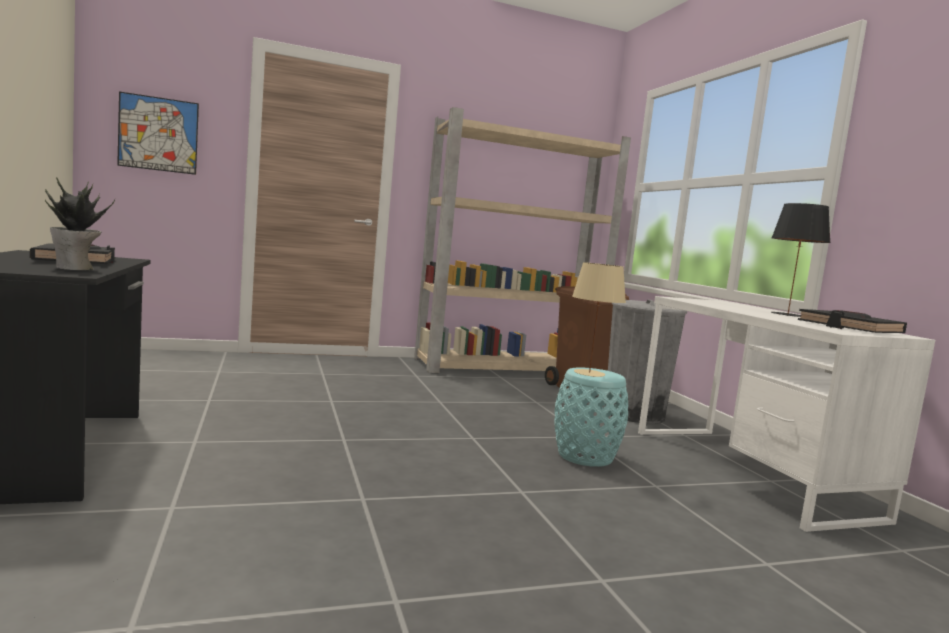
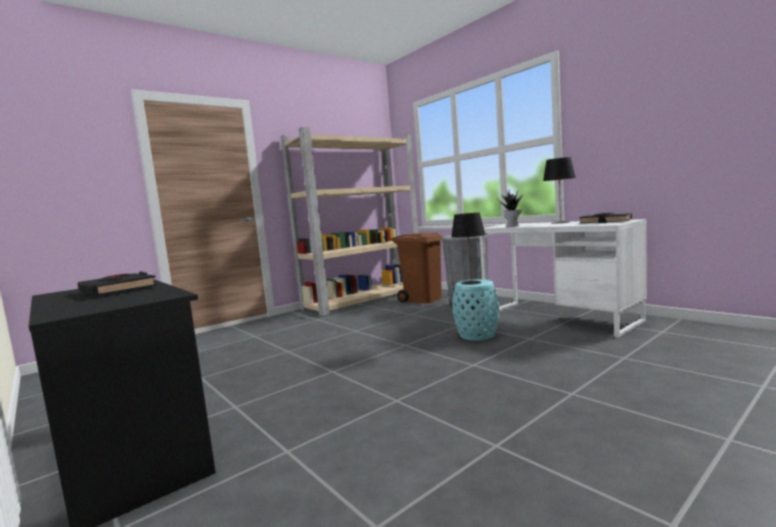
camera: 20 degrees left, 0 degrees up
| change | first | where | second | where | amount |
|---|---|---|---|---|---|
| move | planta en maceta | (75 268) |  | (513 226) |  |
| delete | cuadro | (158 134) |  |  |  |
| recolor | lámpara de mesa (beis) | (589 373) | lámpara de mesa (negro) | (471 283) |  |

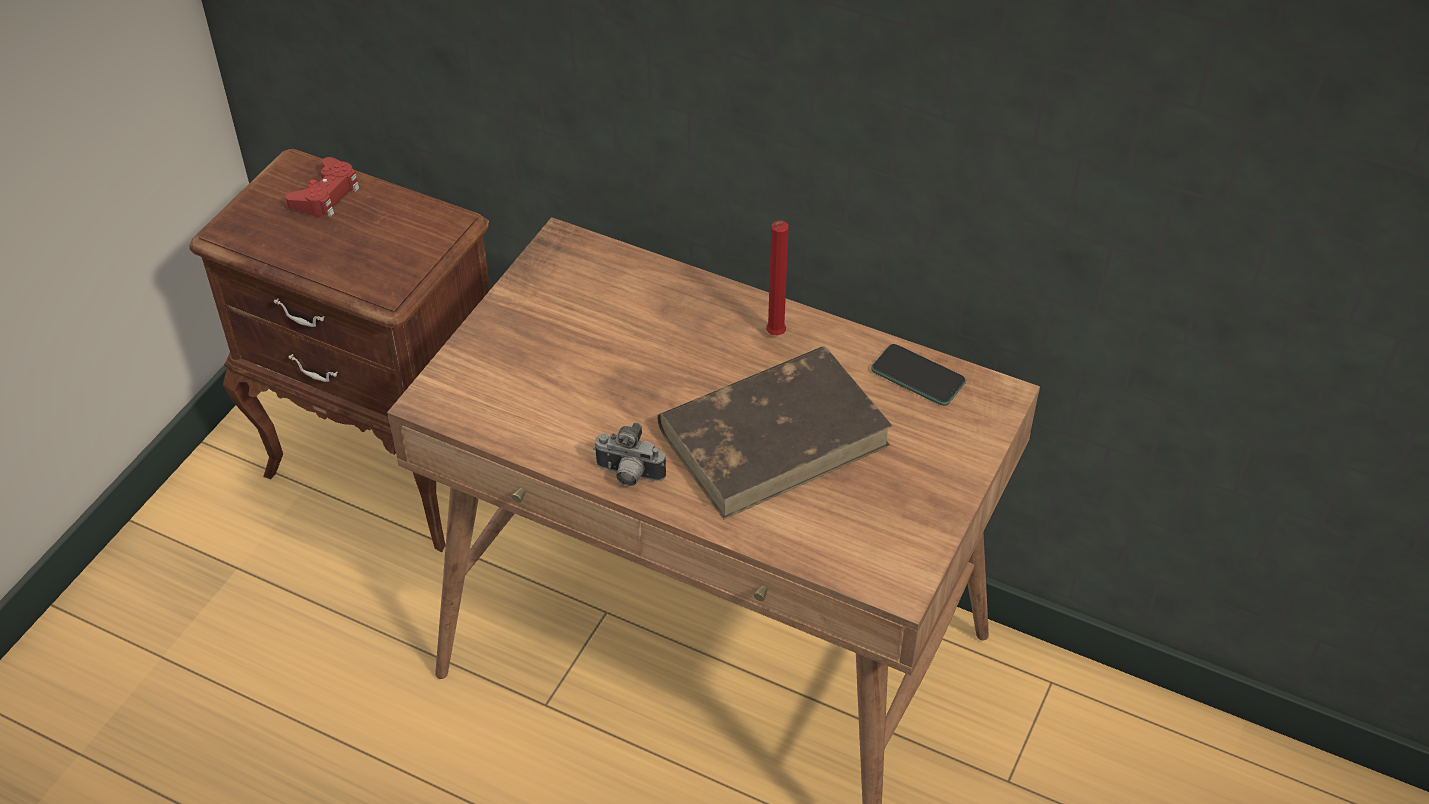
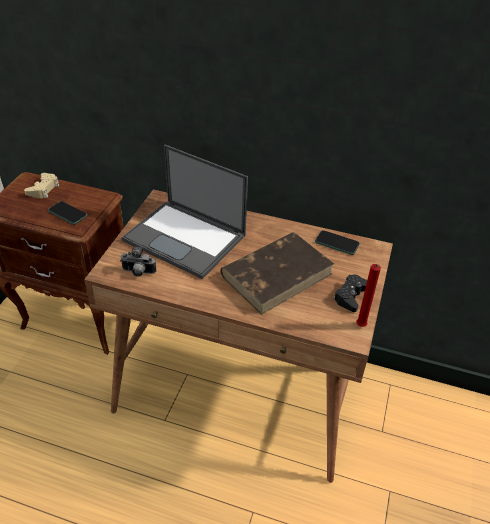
camera: 10 degrees left, 5 degrees down
| change | first | where | second | where | amount |
|---|---|---|---|---|---|
| recolor | mando de consola (rojo) | (326 195) | mando de consola (beis) | (43 189) |  |
| move | cámara | (628 475) |  | (138 272) |  |
| move | vela (rojo) | (774 336) |  | (361 327) |  |
| insert |  |  | móvil | (67 213) |  |
| insert |  |  | portátil | (186 238) |  |
| insert |  |  | mando de consola (negro) | (351 296) |  |

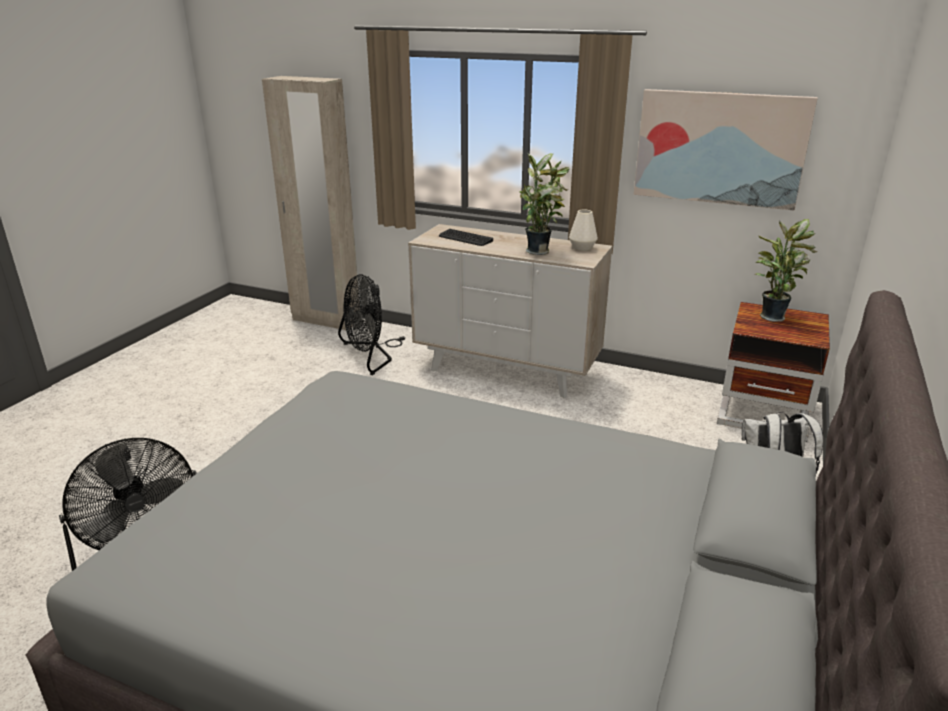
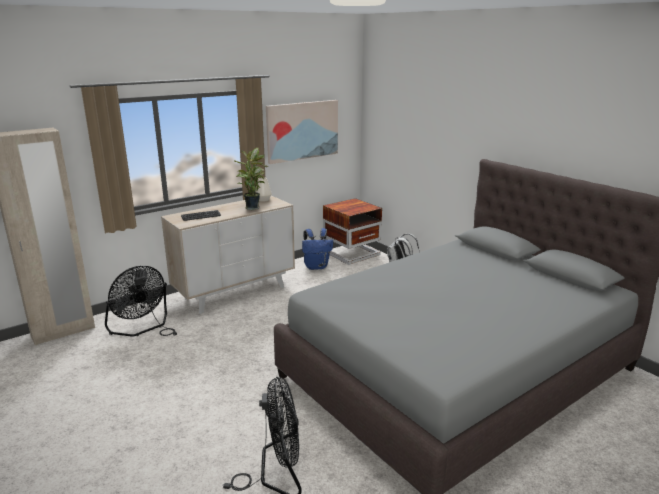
camera: 60 degrees left, 5 degrees down
| change | first | where | second | where | amount |
|---|---|---|---|---|---|
| rotate | ventilador (negro) | (372 354) |  | (147 327) | 135 degrees clockwise |
| delete | planta en maceta | (772 316) |  |  |  |
| insert |  |  | mochila (azul) | (316 266) |  |

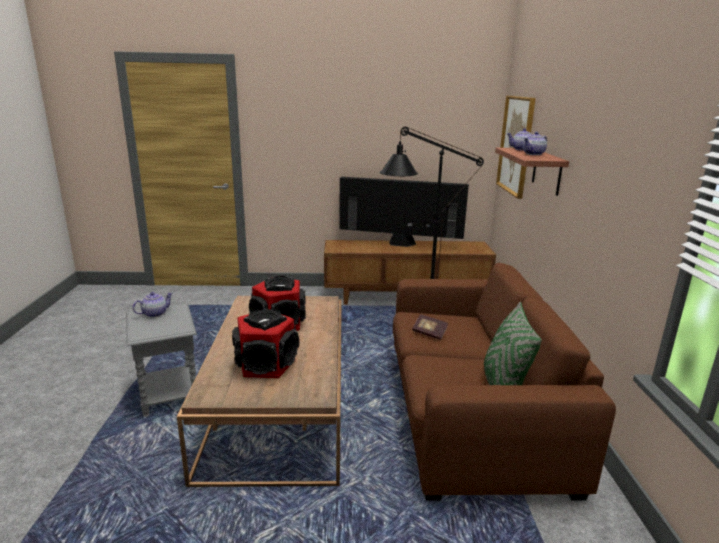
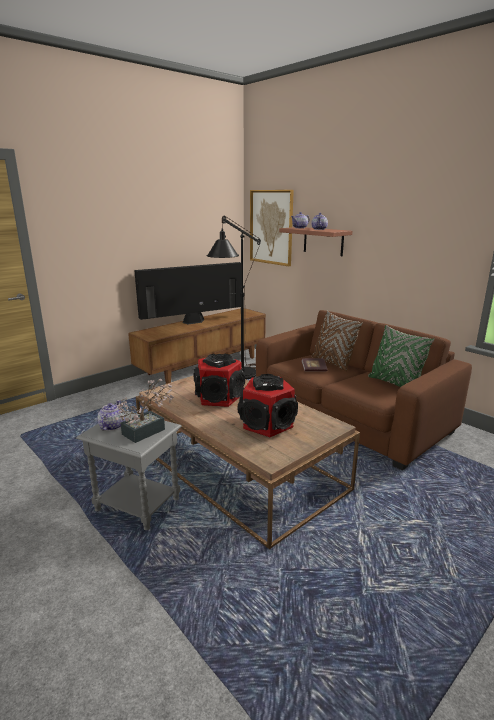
camera: 40 degrees left, 0 degrees up
| change | first | where | second | where | amount |
|---|---|---|---|---|---|
| insert |  |  | planta en maceta | (148 430) |  |
| insert |  |  | cojín (marrón) | (333 363) |  |

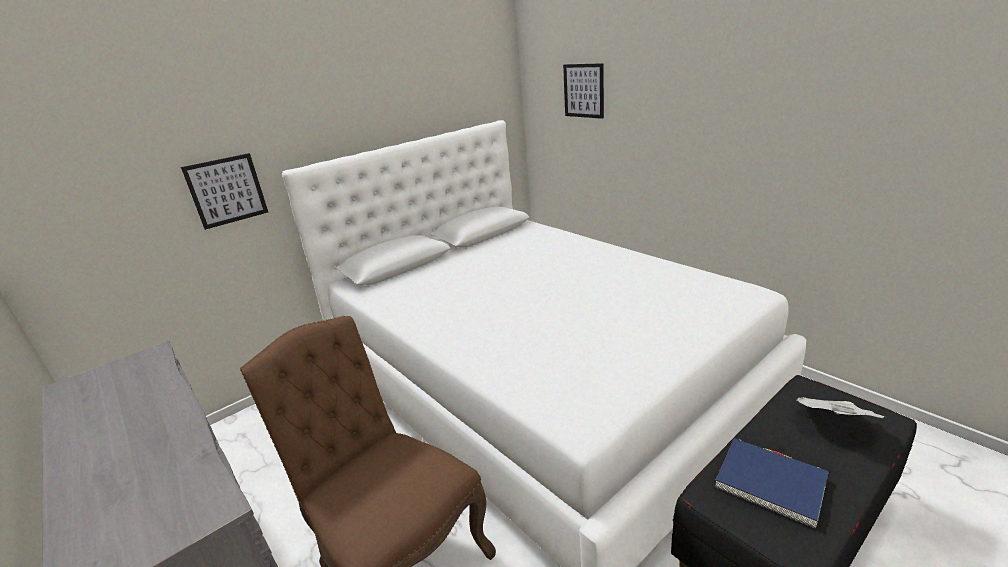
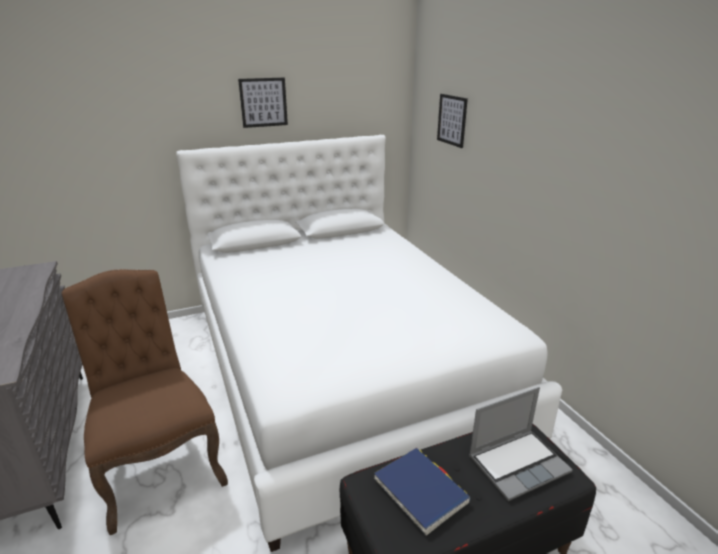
camera: 15 degrees right, 0 degrees up
| change | first | where | second | where | amount |
|---|---|---|---|---|---|
| move | cuadro | (226 190) |  | (263 102) |  |
| replace | periódico | (834 422) | portátil | (518 463) |  |

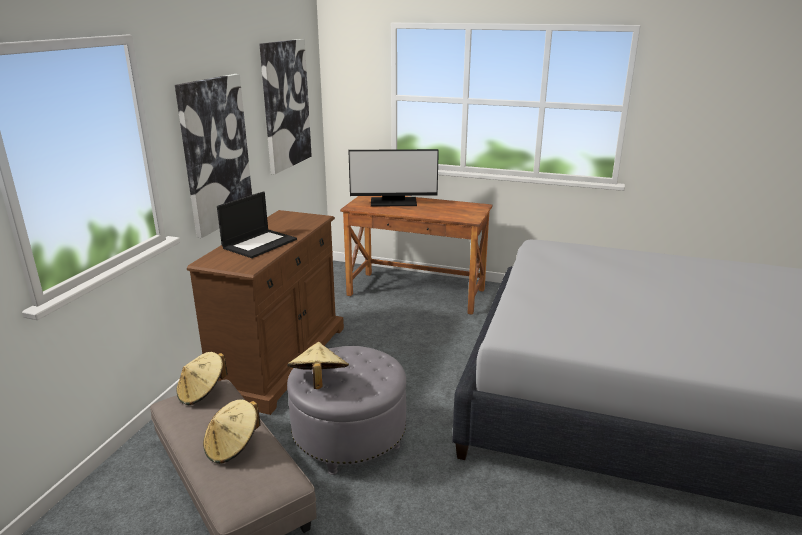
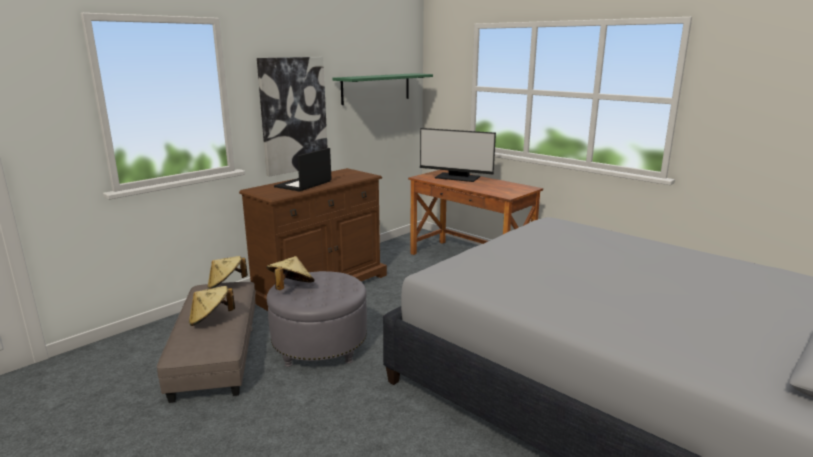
camera: 25 degrees right, 5 degrees down
| change | first | where | second | where | amount |
|---|---|---|---|---|---|
| rotate | portátil | (260 243) |  | (303 184) | 150 degrees clockwise |
| replace | cuadro | (285 105) | estante (verde) | (376 88) |  |

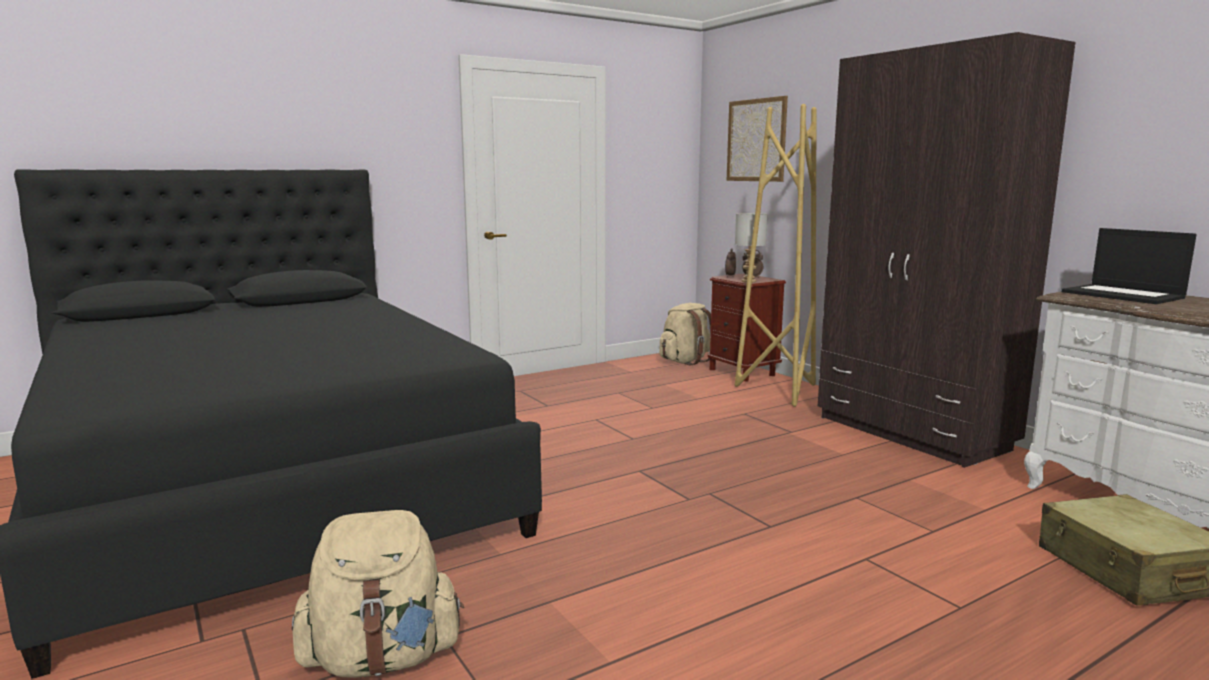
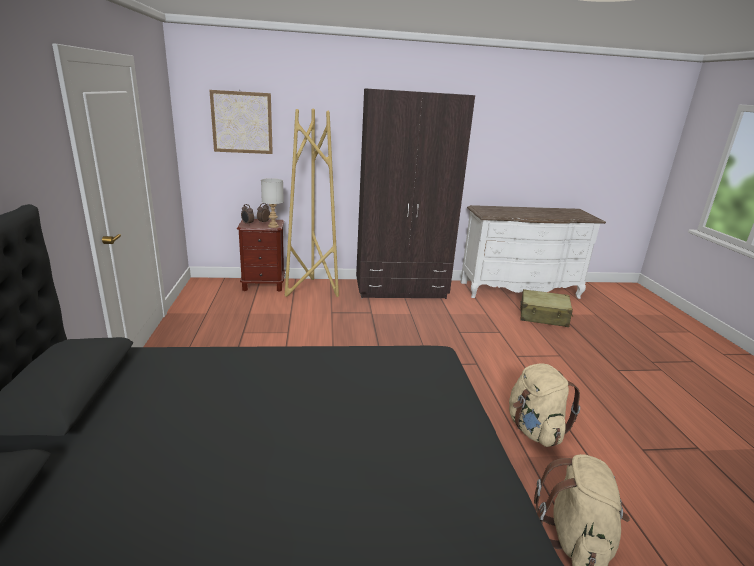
camera: 65 degrees left, 10 degrees up
| change | first | where | second | where | amount |
|---|---|---|---|---|---|
| move | mochila (beis) | (686 361) |  | (534 430) |  |
| delete | portátil | (1124 295) |  |  |  |

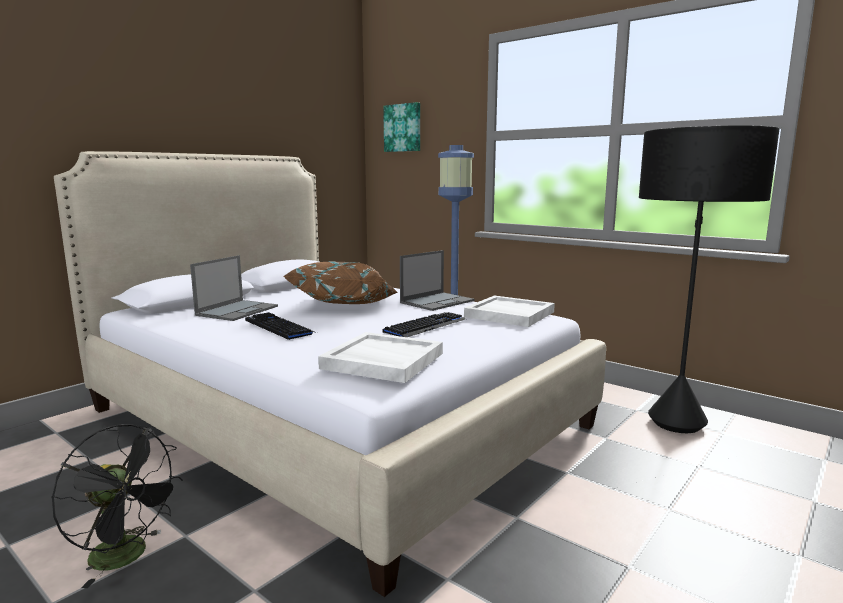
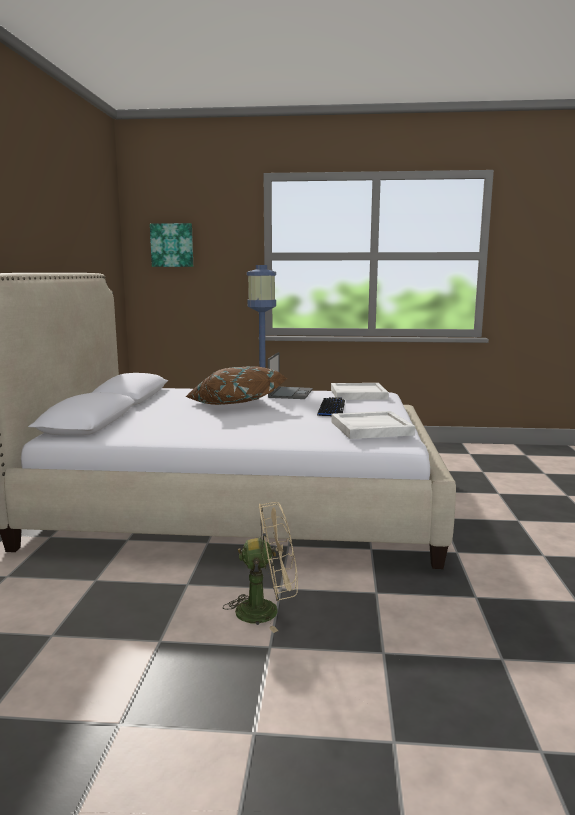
camera: 35 degrees left, 0 degrees up
| change | first | where | second | where | amount |
|---|---|---|---|---|---|
| recolor | ventilador (negro) | (127 557) | ventilador (beis) | (267 610) |  |
| delete | portátil | (238 310) |  |  |  |
| delete | teclado | (279 327) |  |  |  |
| delete | lámpara de pie (negro) | (676 424) |  |  |  |

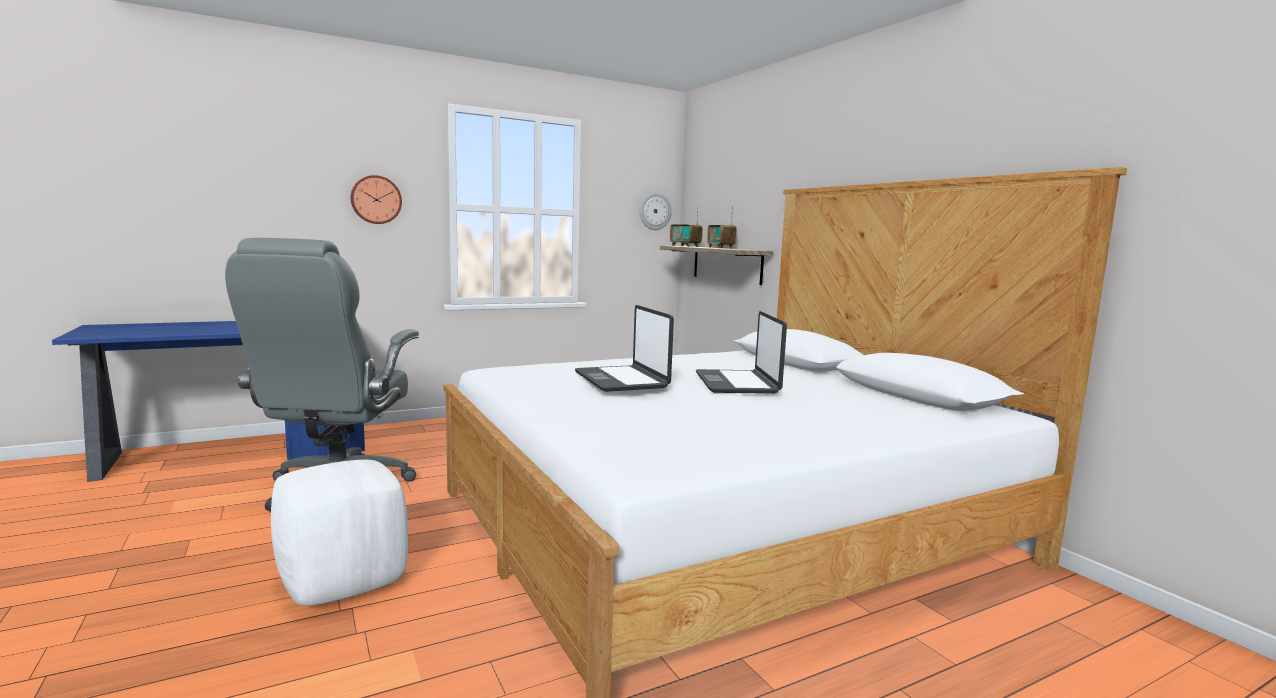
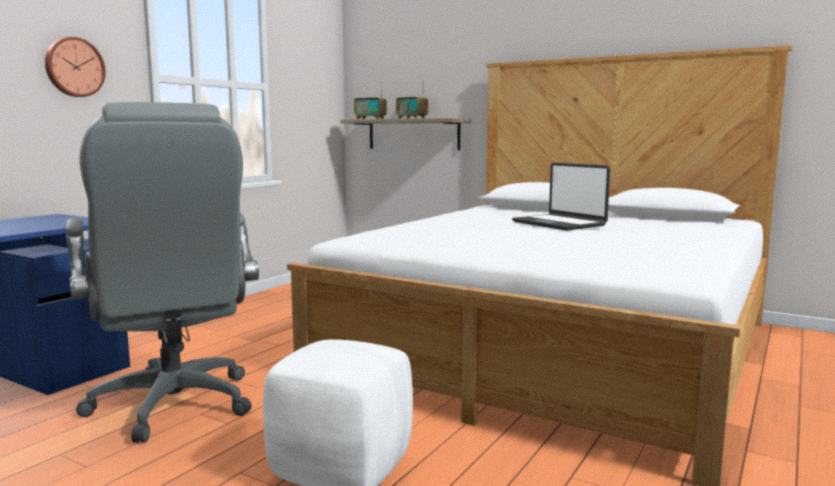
camera: 30 degrees left, 0 degrees up
| change | first | where | second | where | amount |
|---|---|---|---|---|---|
| delete | portátil | (622 380) |  |  |  |
| delete | reloj de pared | (655 211) |  |  |  |

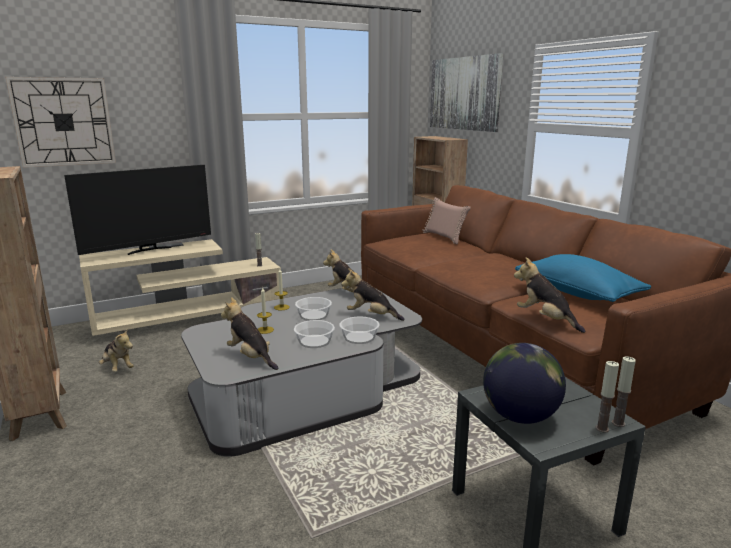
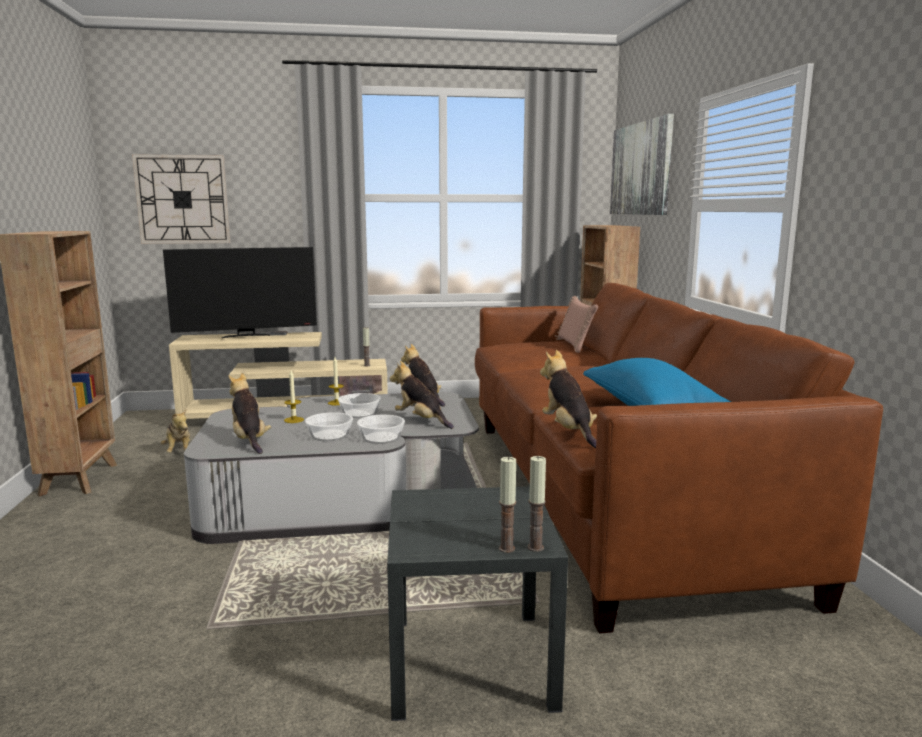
camera: 20 degrees right, 5 degrees down
| change | first | where | second | where | amount |
|---|---|---|---|---|---|
| delete | globo terráqueo | (520 416) |  |  |  |

